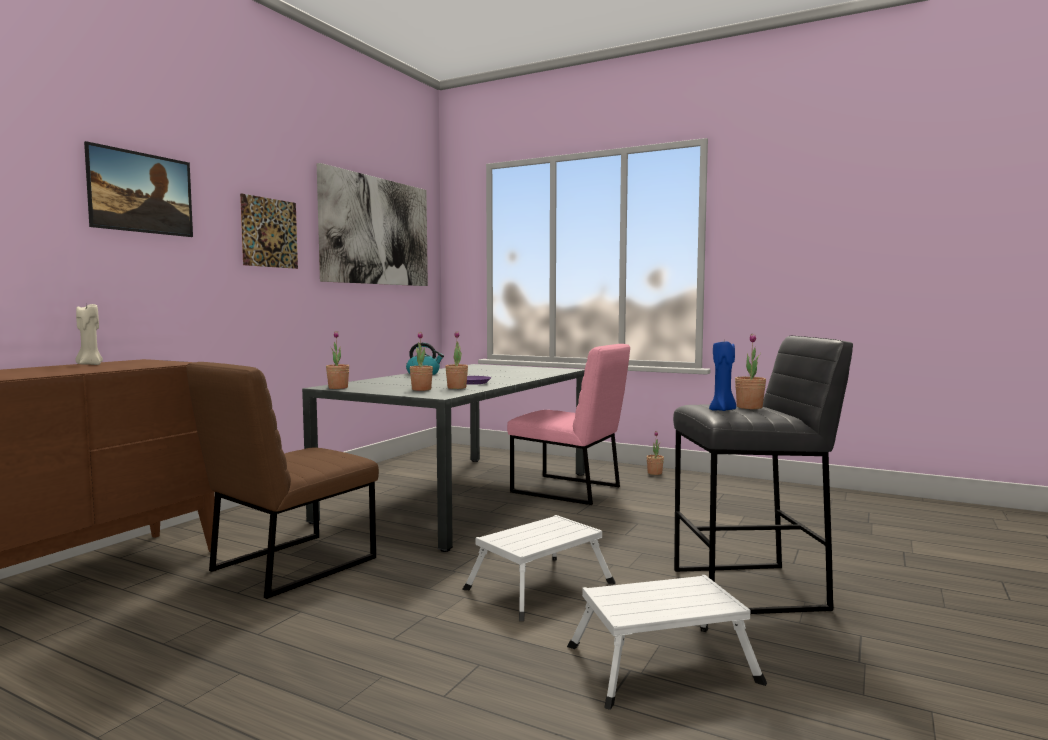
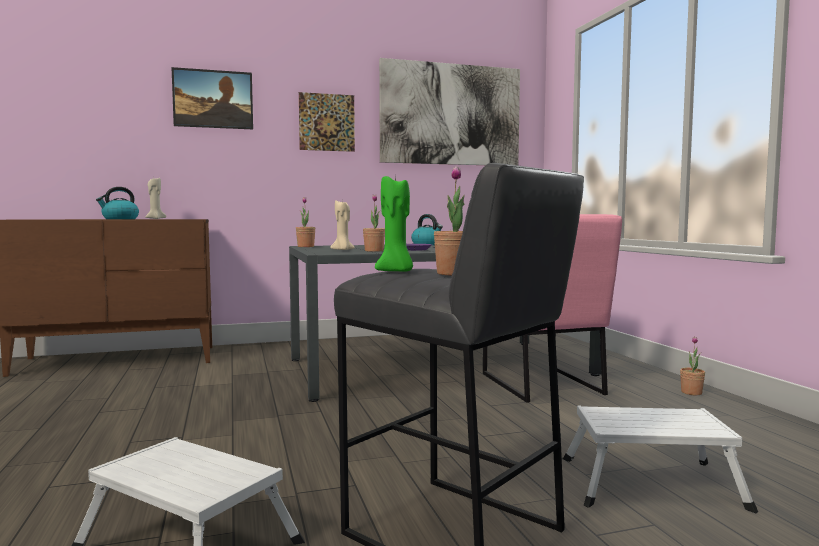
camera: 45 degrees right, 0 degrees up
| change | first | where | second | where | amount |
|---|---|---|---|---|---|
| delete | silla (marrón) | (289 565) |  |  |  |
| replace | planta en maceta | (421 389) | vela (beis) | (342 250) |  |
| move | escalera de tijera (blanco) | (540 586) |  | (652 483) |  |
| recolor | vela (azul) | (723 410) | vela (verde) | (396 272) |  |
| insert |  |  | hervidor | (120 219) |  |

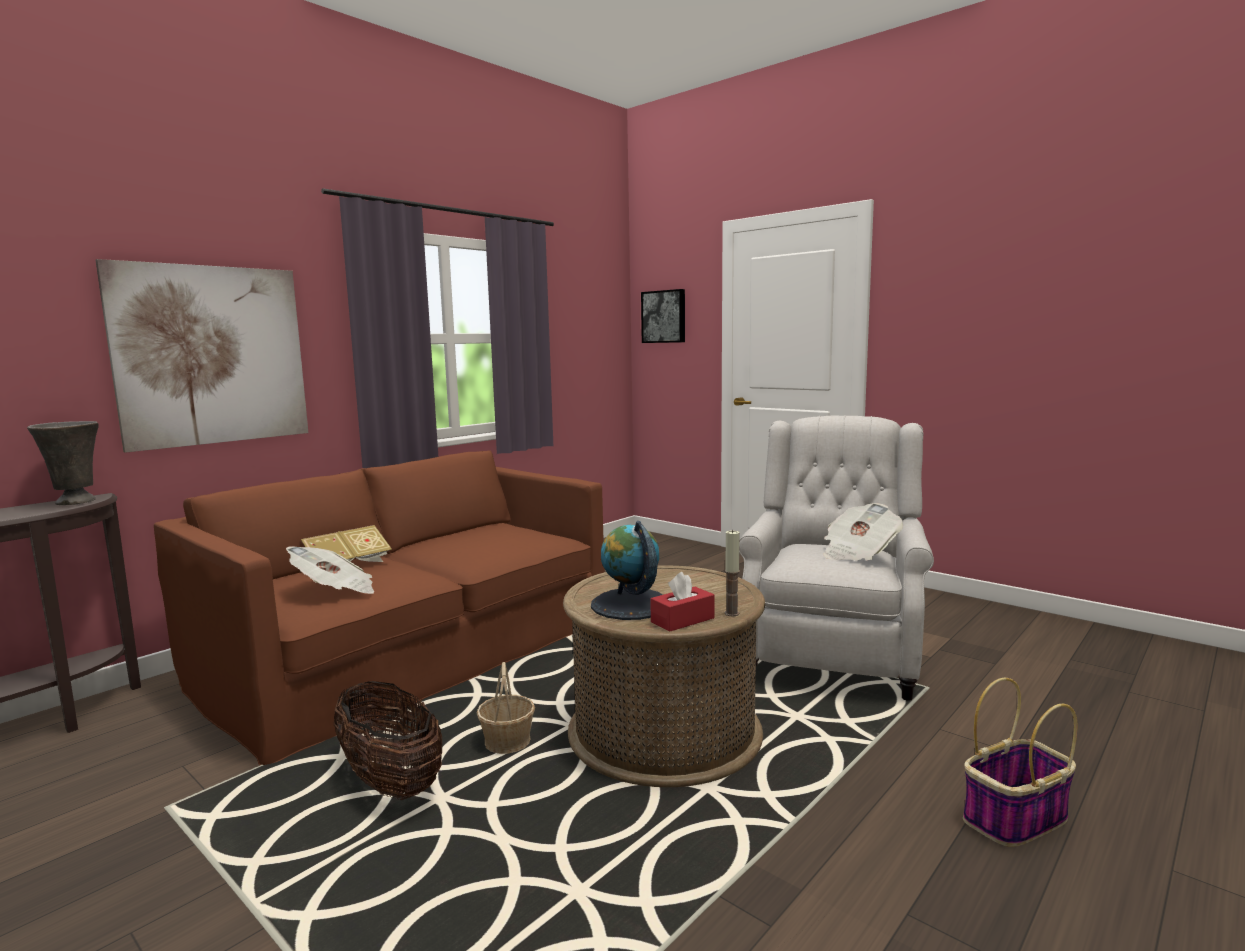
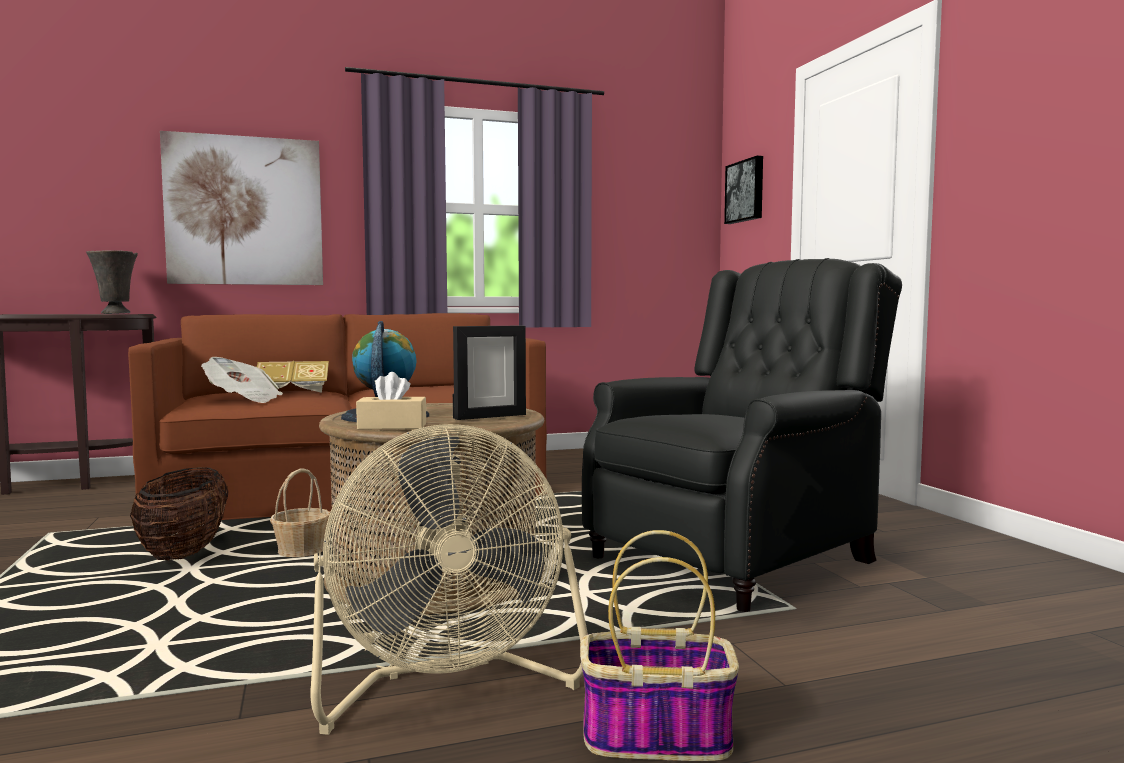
camera: 30 degrees right, 5 degrees down
| change | first | where | second | where | amount |
|---|---|---|---|---|---|
| recolor | caja de pañuelos (rojo) | (682 620) | caja de pañuelos (beis) | (392 426) |  |
| delete | vela | (731 613) |  |  |  |
| recolor | sillón (blanco) | (832 653) | sillón (negro) | (734 559) |  |
| delete | periódico | (858 553) |  |  |  |
| insert |  |  | ventilador (beis) | (437 686) |  |
| insert |  |  | portarretratos | (490 416) |  |

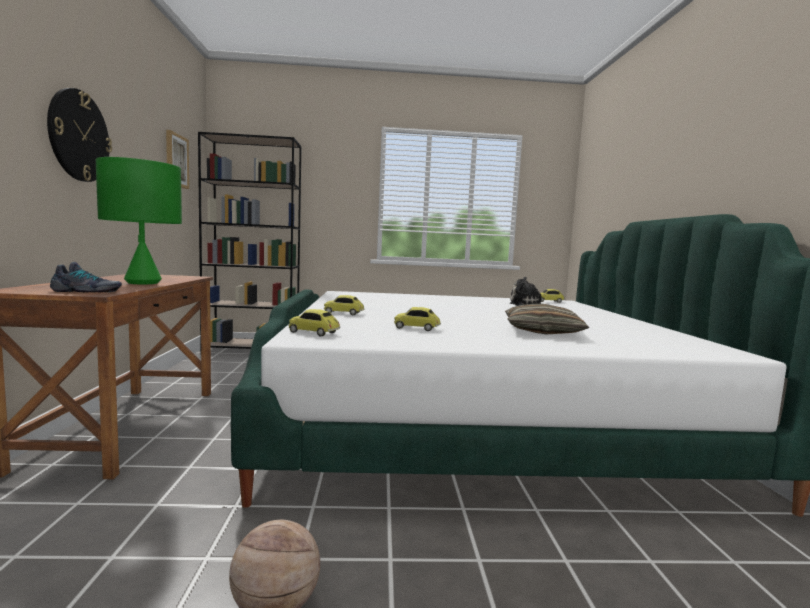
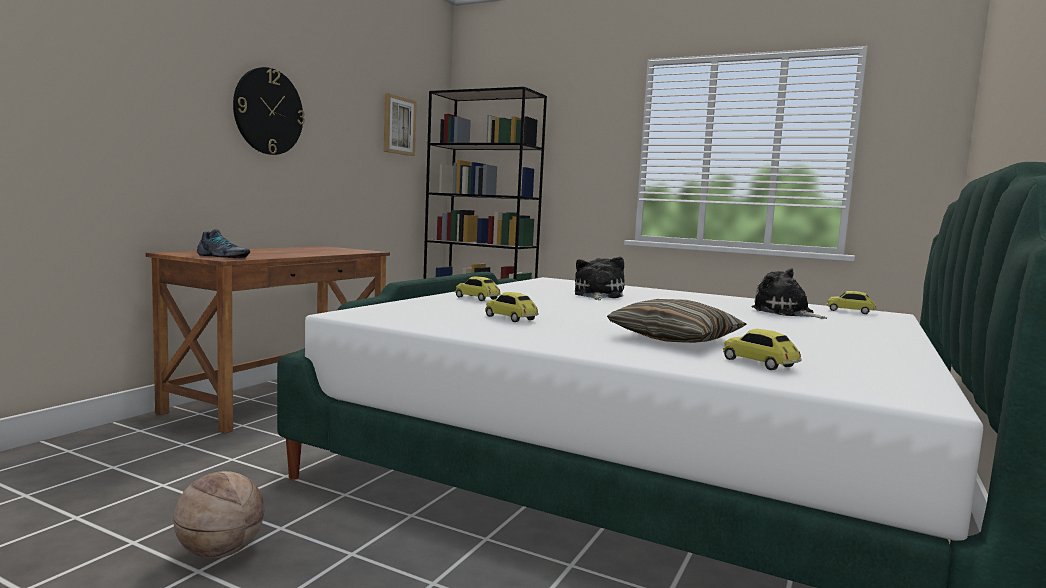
camera: 30 degrees right, 0 degrees up
| change | first | where | second | where | amount |
|---|---|---|---|---|---|
| delete | lámpara de mesa (verde) | (143 283) |  |  |  |
| move | coche de juguete | (314 333) |  | (760 363) |  |
| insert |  |  | peluche | (597 295) |  |

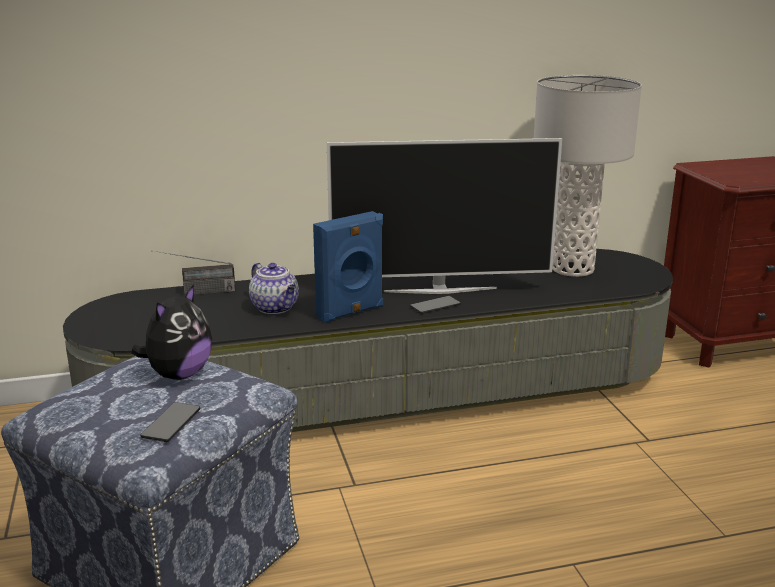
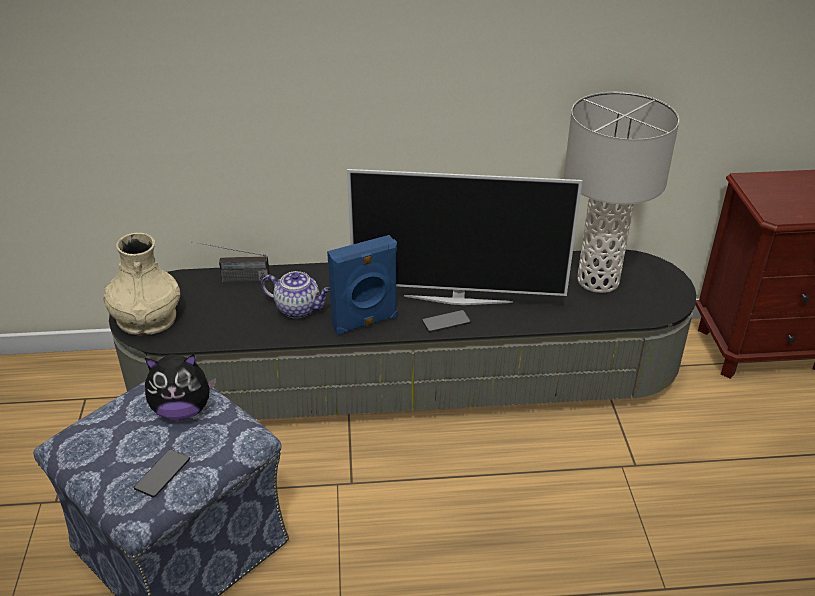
camera: 10 degrees right, 15 degrees up
| change | first | where | second | where | amount |
|---|---|---|---|---|---|
| rotate | peluche | (178 374) |  | (182 410) | 45 degrees clockwise |
| rotate | tetera | (276 308) |  | (299 309) | 45 degrees counterclockwise |
| insert |  |  | florero (beis) | (146 318) |  |

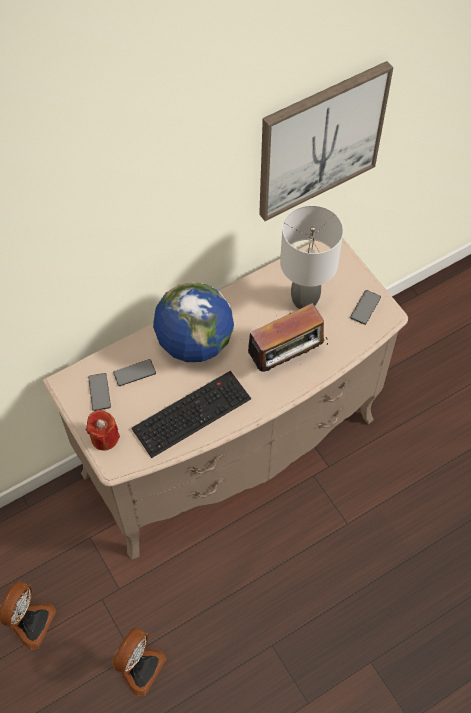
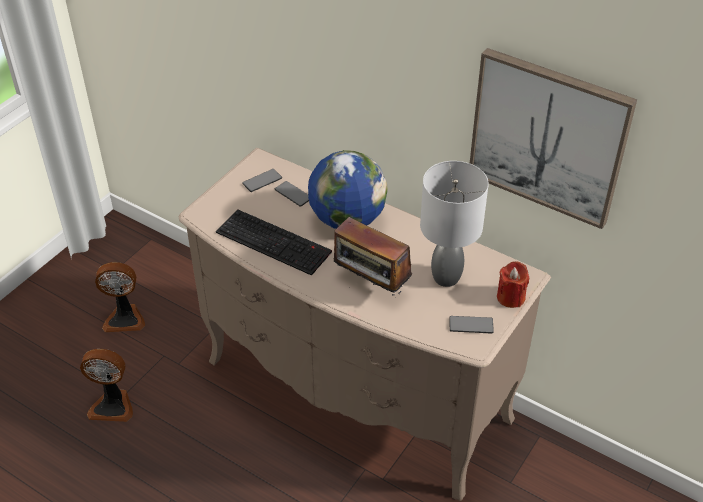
camera: 65 degrees right, 15 degrees down
| change | first | where | second | where | amount |
|---|---|---|---|---|---|
| move | vela (rojo) | (104 438) |  | (510 297) |  |

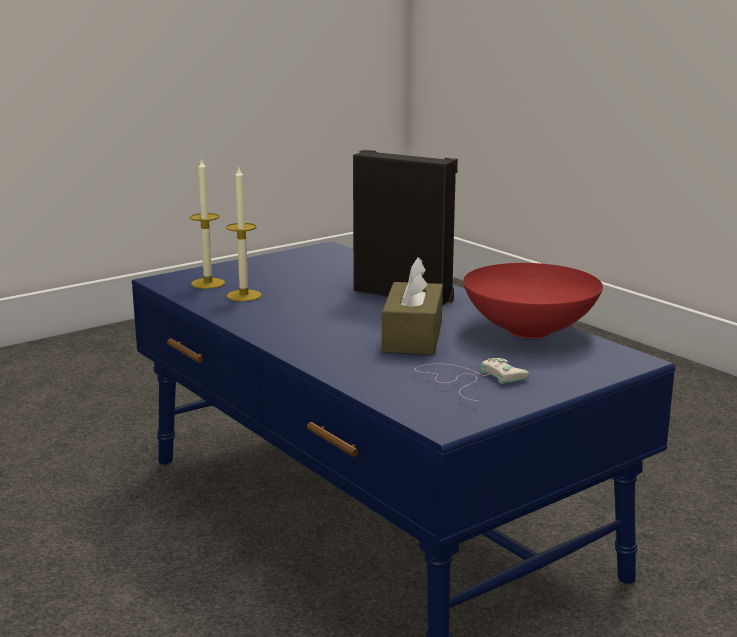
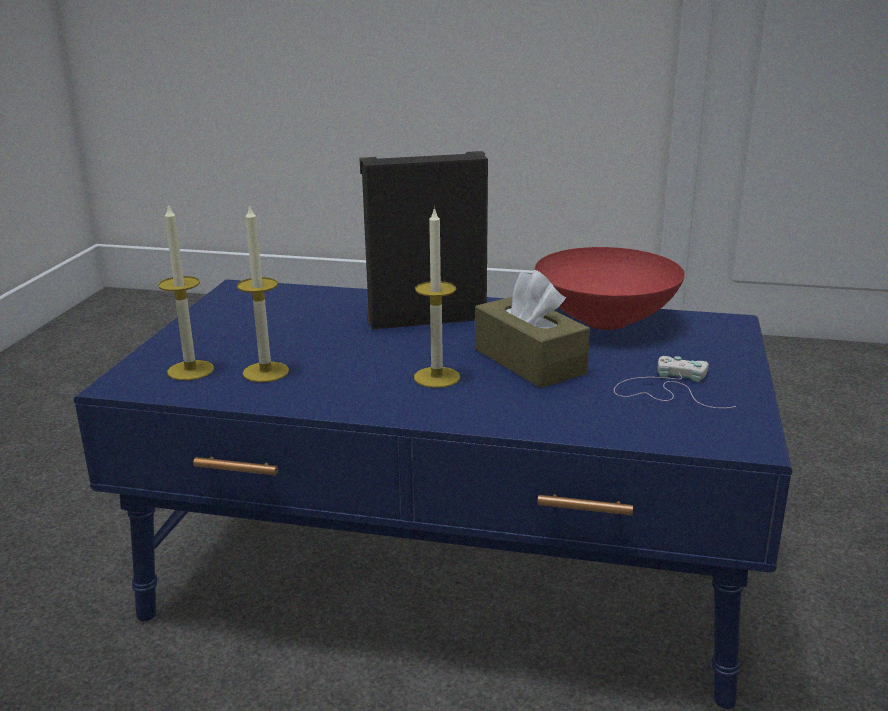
camera: 40 degrees left, 5 degrees up
| change | first | where | second | where | amount |
|---|---|---|---|---|---|
| insert |  |  | vela | (437 377) |  |

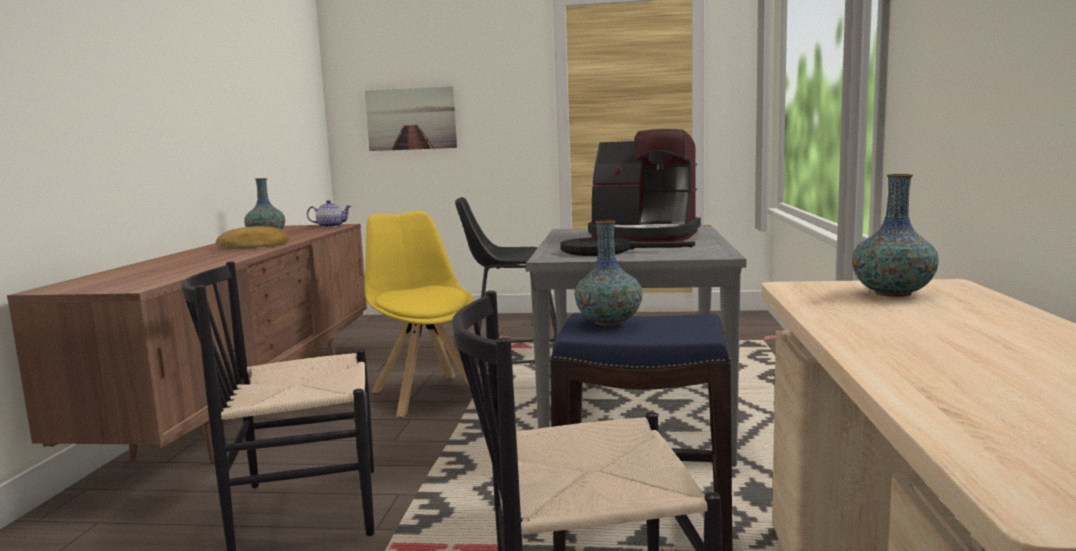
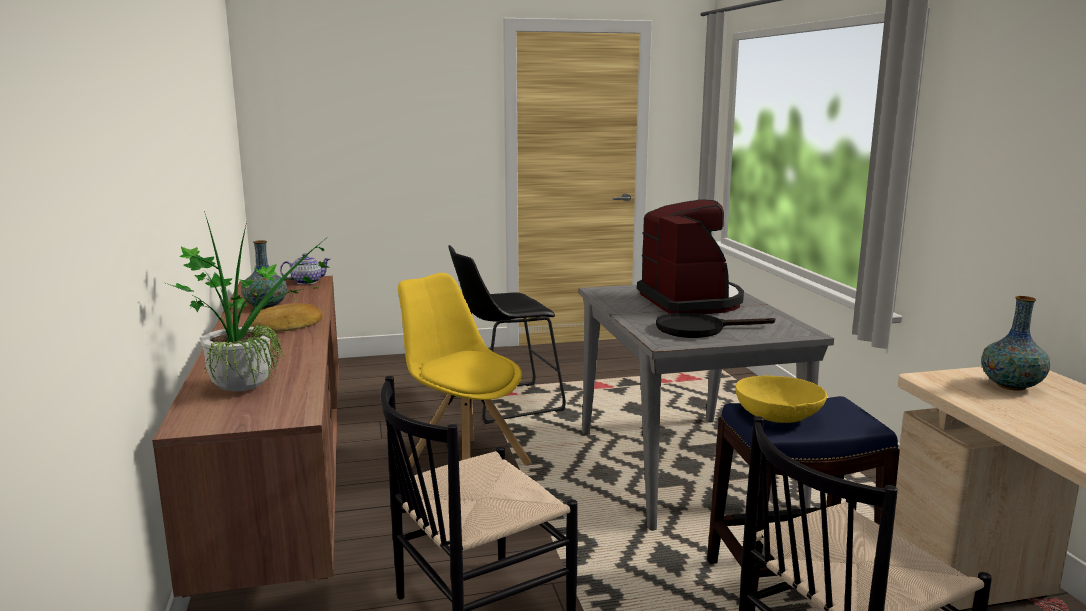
camera: 20 degrees left, 5 degrees up
| change | first | where | second | where | amount |
|---|---|---|---|---|---|
| delete | cuadro | (411 119) |  |  |  |
| replace | florero | (609 322) | cuenco (amarillo) | (778 415) |  |
| rotate | cafetera | (643 236) |  | (691 301) | 105 degrees counterclockwise |
| insert |  |  | planta en maceta | (251 384) |  |

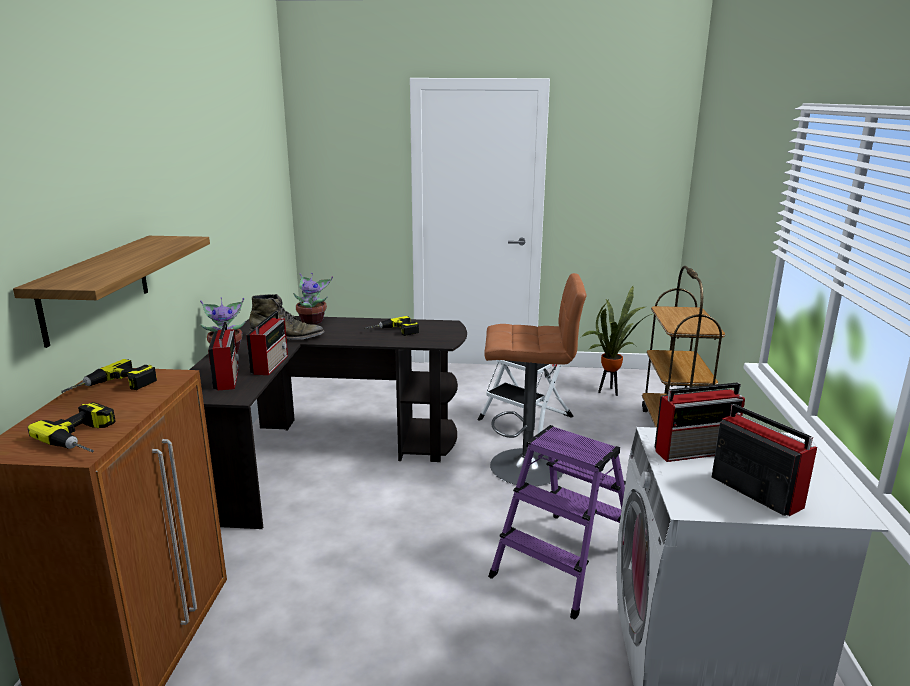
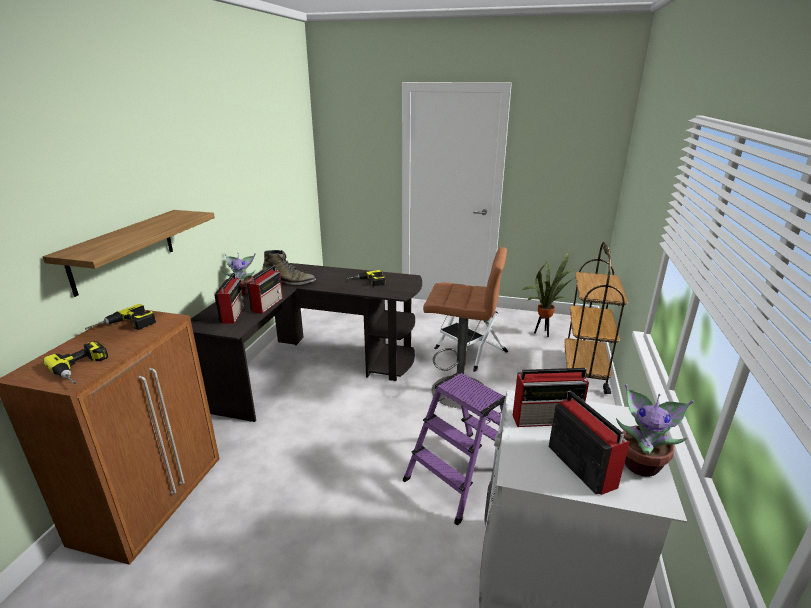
camera: 10 degrees right, 5 degrees up
| change | first | where | second | where | amount |
|---|---|---|---|---|---|
| move | planta en maceta | (313 321) |  | (641 463) |  |

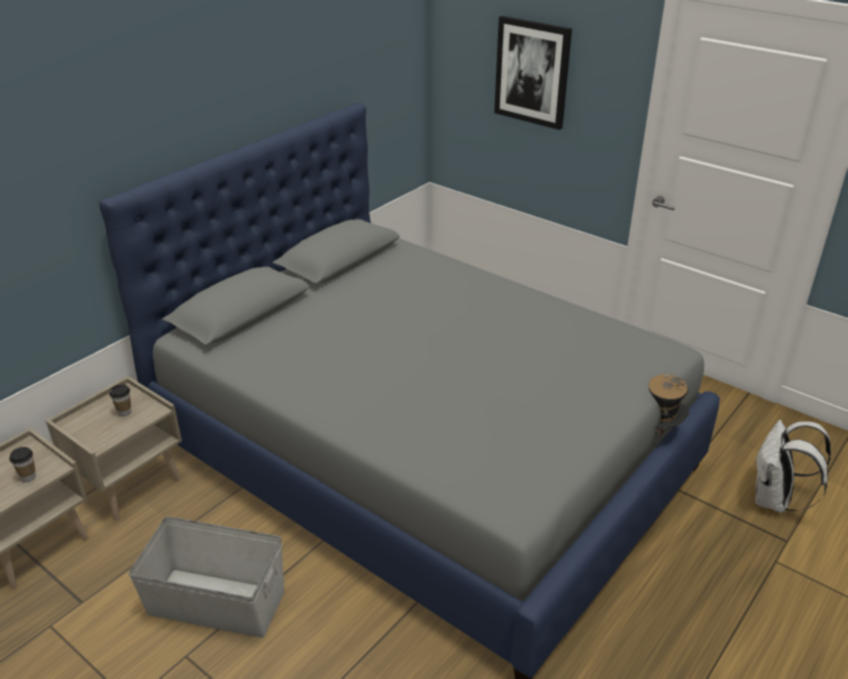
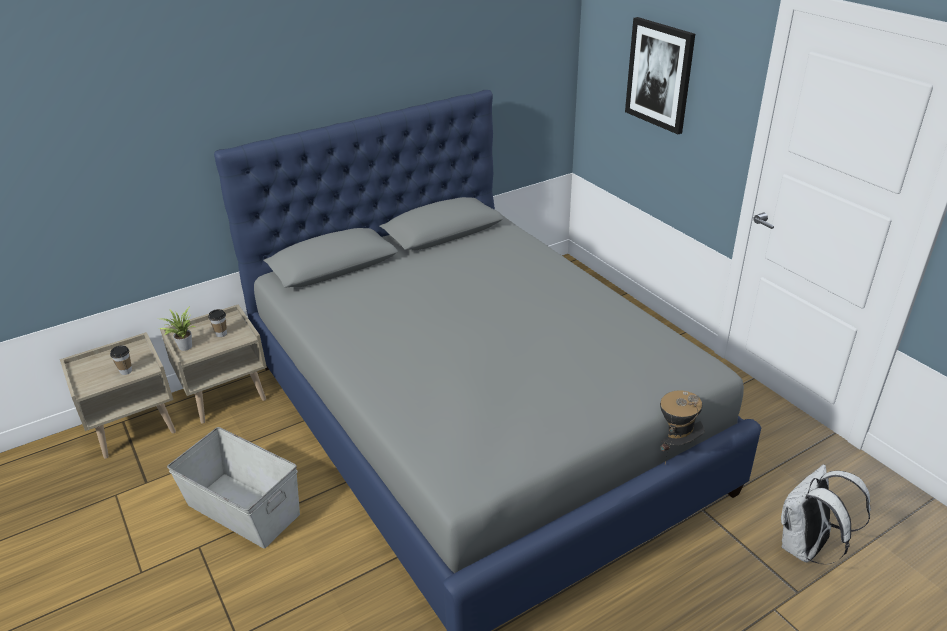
camera: 20 degrees right, 0 degrees up
| change | first | where | second | where | amount |
|---|---|---|---|---|---|
| insert |  |  | planta en maceta | (184 346) |  |

